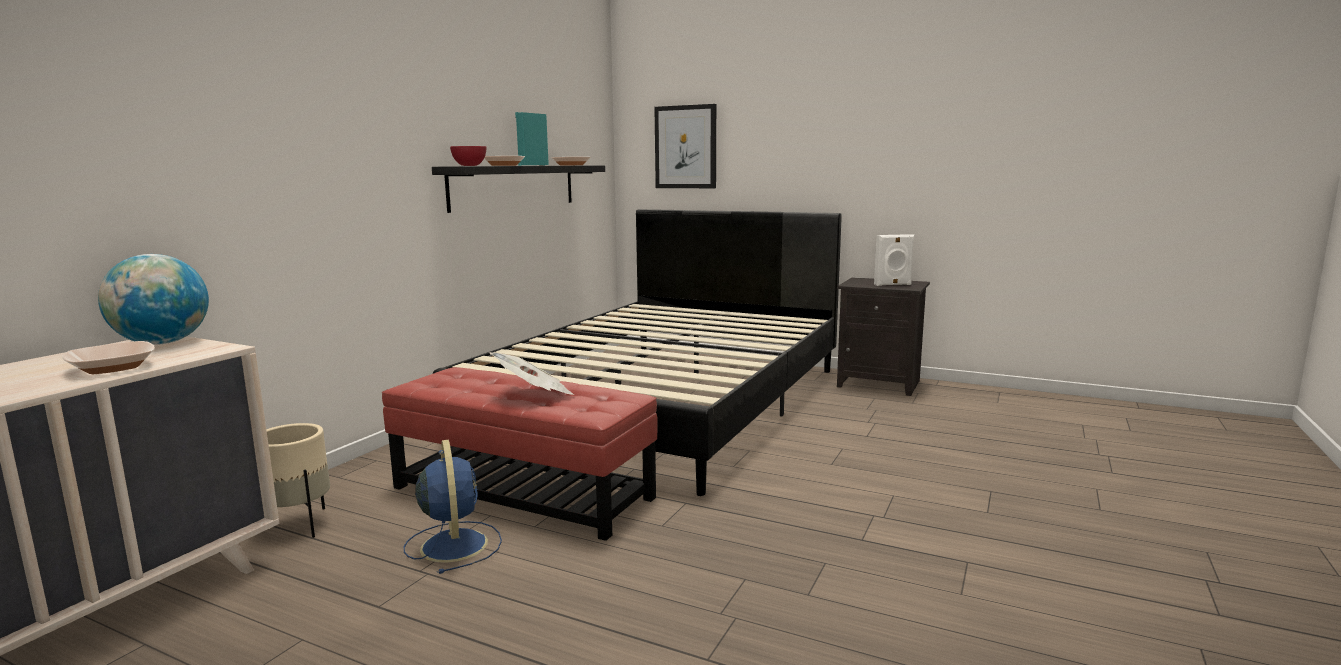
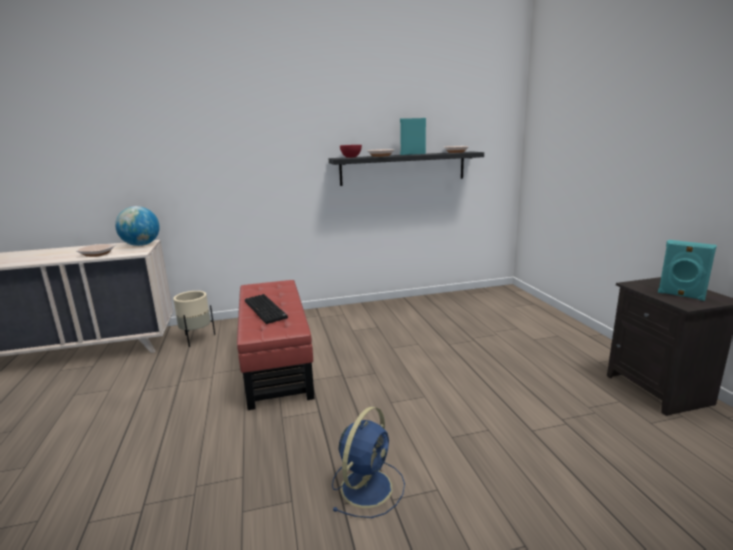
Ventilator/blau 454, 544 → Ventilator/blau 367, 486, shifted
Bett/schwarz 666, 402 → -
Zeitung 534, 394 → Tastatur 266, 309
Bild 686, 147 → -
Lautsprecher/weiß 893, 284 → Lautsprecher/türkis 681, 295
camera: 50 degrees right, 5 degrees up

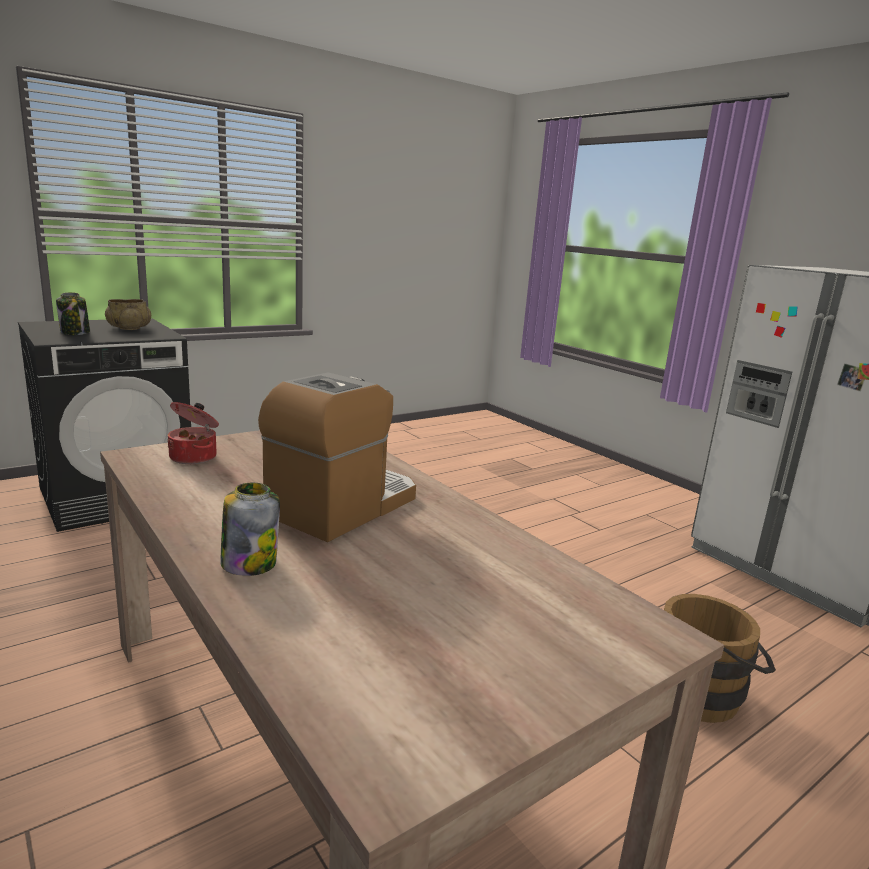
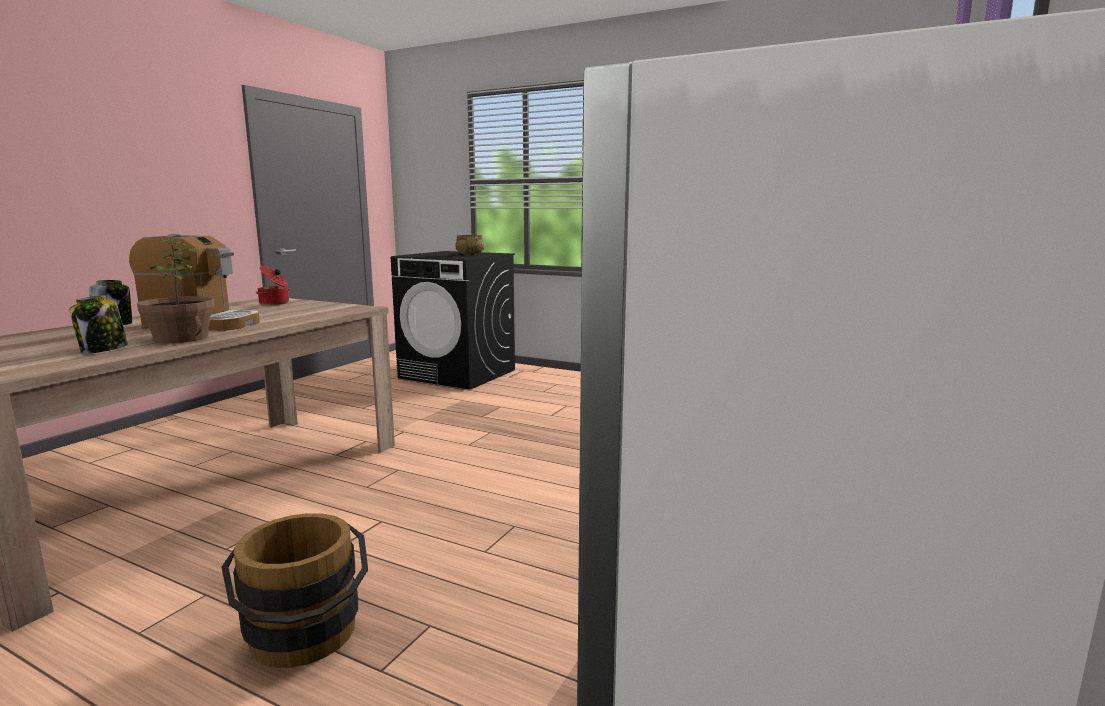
Vorratsglas 75, 333 → Vorratsglas 103, 350, shifted
- → Topfpflanze 180, 338
camera: 65 degrees right, 5 degrees down

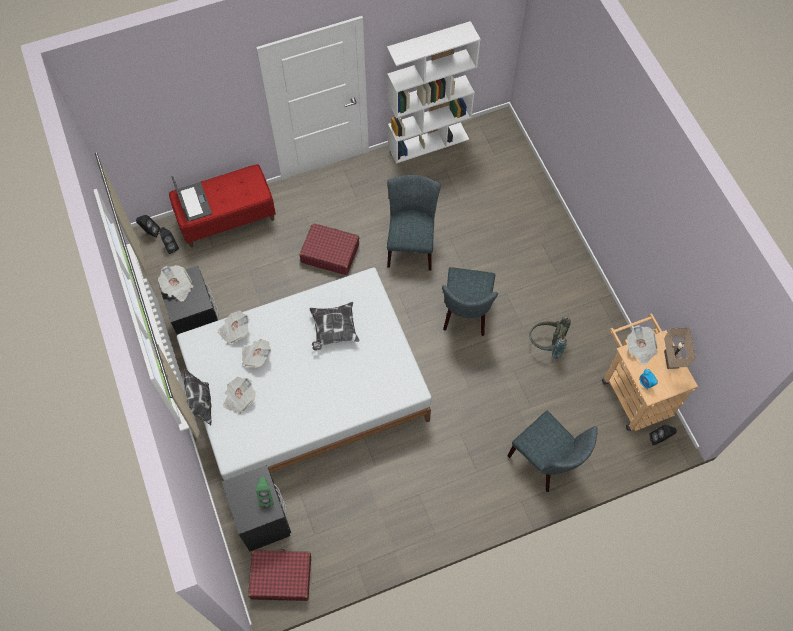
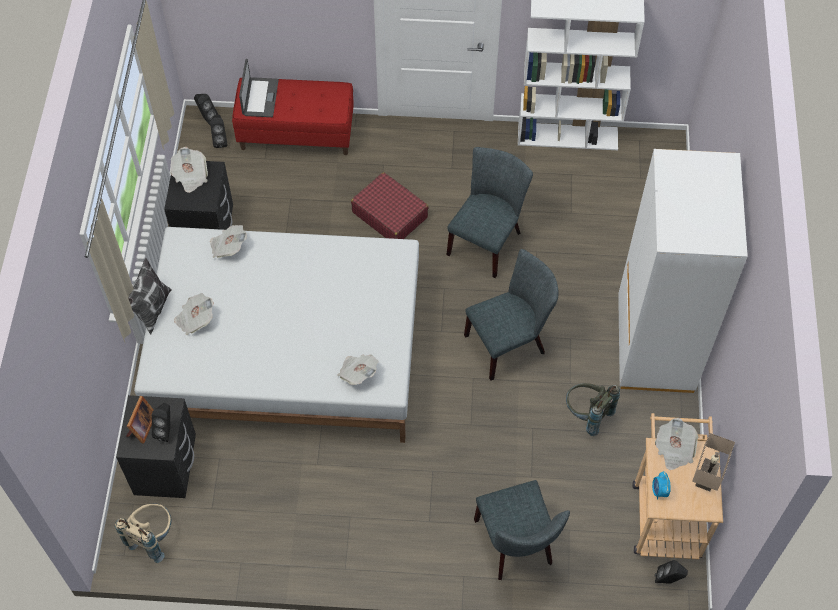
Zeitung 256, 356 → Zeitung 358, 373, shifted
Koffer/rot 281, 577 → Rucksack/beige 152, 537
Lautsprecher/grün 266, 496 → Lautsprecher/schwarz 166, 430
Kissen 333, 330 → -
Stuhl/grau 466, 314 → Stuhl/grau 509, 343, 150 degrees counterclockwise
- → Bilderrahmen 141, 427
- → Kleiderschrank/weiß 654, 346
camera: 25 degrees right, 5 degrees down

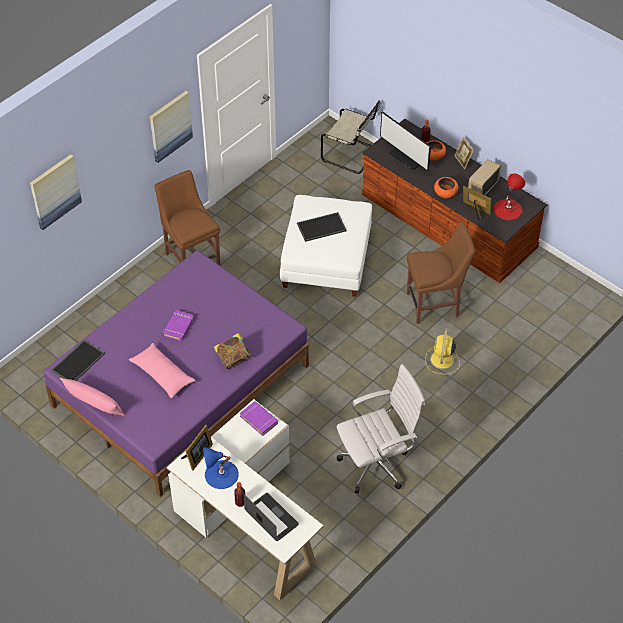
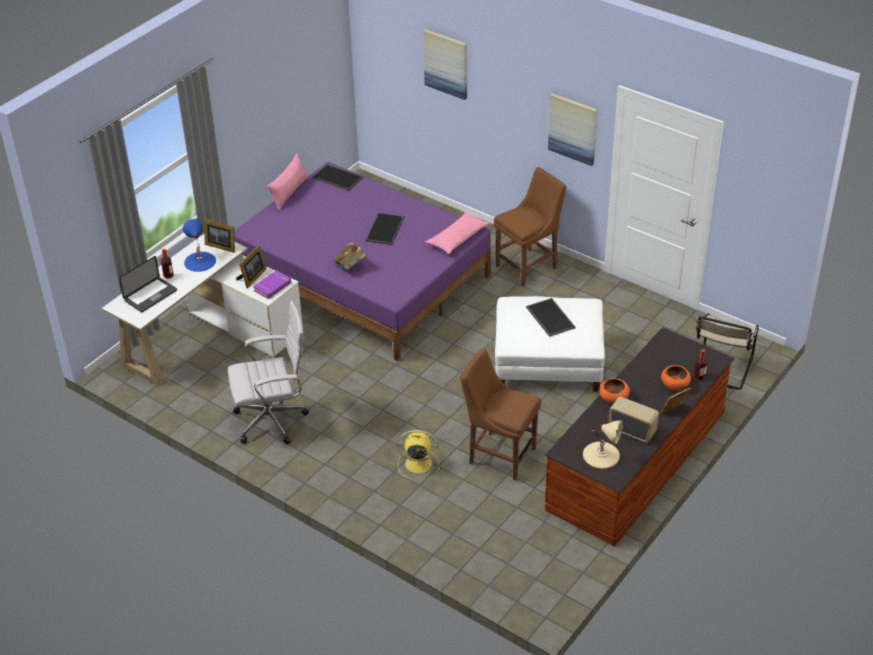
Kissen/rosa 162, 374 → Kissen/rosa 457, 238, shifted
Buch/lila 179, 327 → Tablett 385, 229
Bürostuhl/weiß 377, 464 → Bürostuhl/weiß 274, 420, 75 degrees counterclockwise
Monitor 406, 158 → -
Stuhl/braun 435, 304 → Stuhl/braun 499, 454, 135 degrees clockwise
Bilderrahmen 475, 210 → Bilderrahmen 252, 277, shifted
Tischlampe/rot 508, 209 → Tischlampe/beige 601, 454
camera: 85 degrees right, 10 degrees down

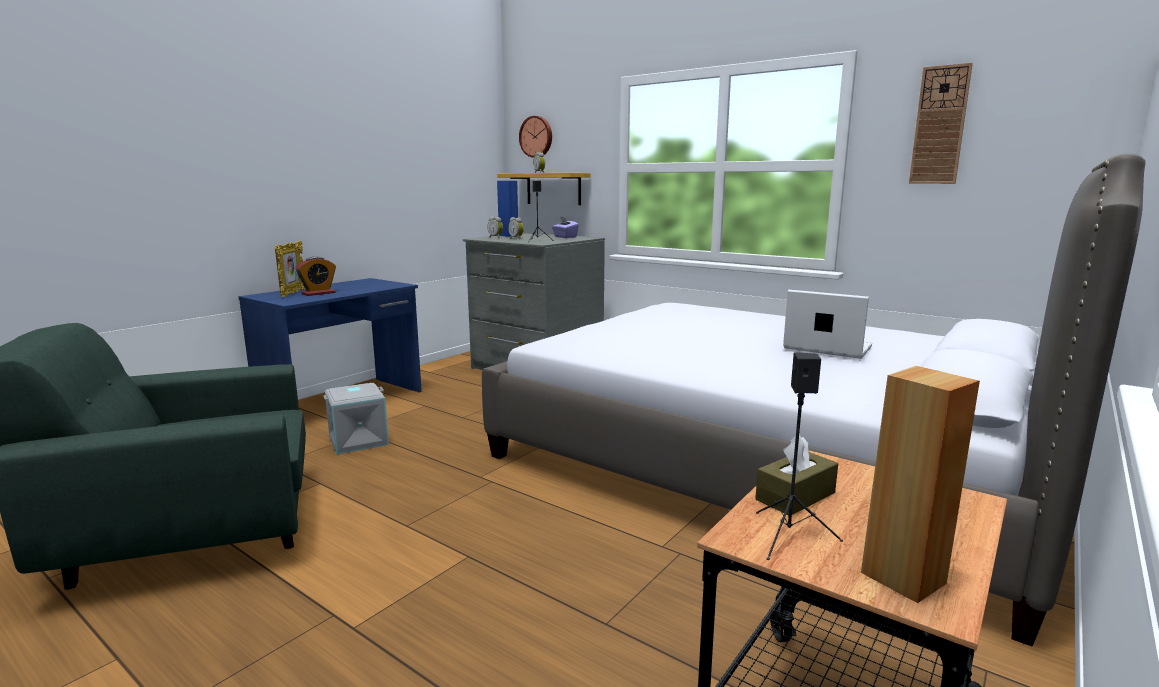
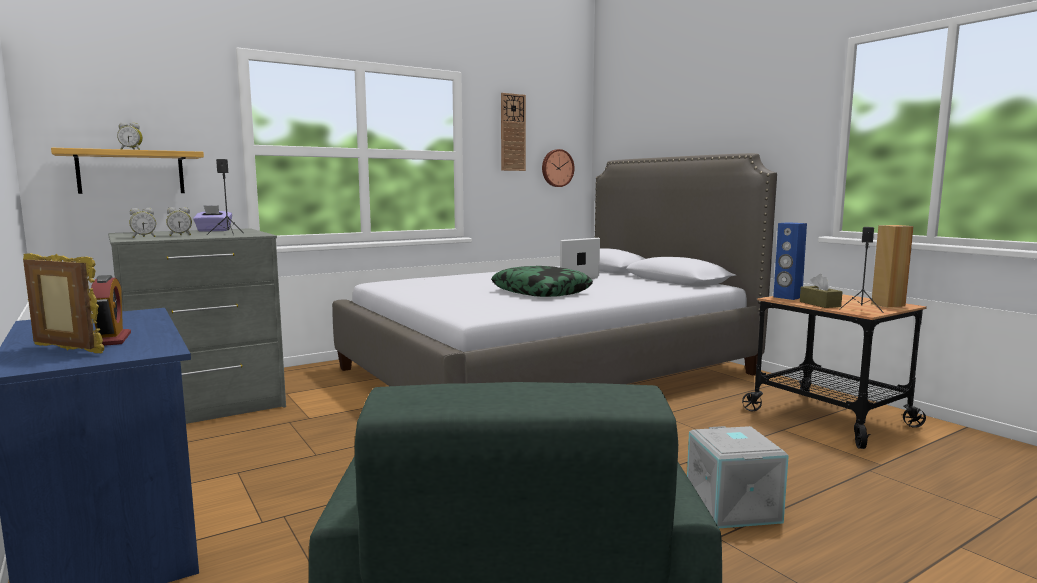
Aufbewahrungsbox/grau 358, 441 → Aufbewahrungsbox/grau 734, 508, shifted
Lautsprecher/blau 508, 235 → Lautsprecher/blau 787, 297, shifted
Wanduhr 536, 137 → Wanduhr 557, 168, shifted
- → Kissen 541, 292
camera: 70 degrees left, 5 degrees down

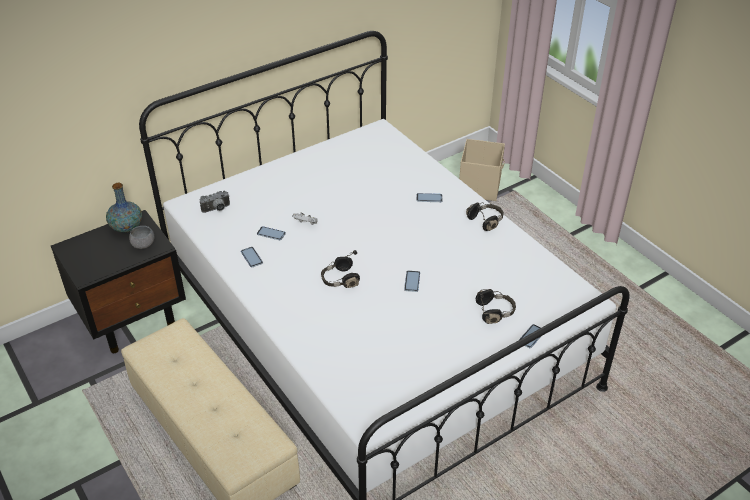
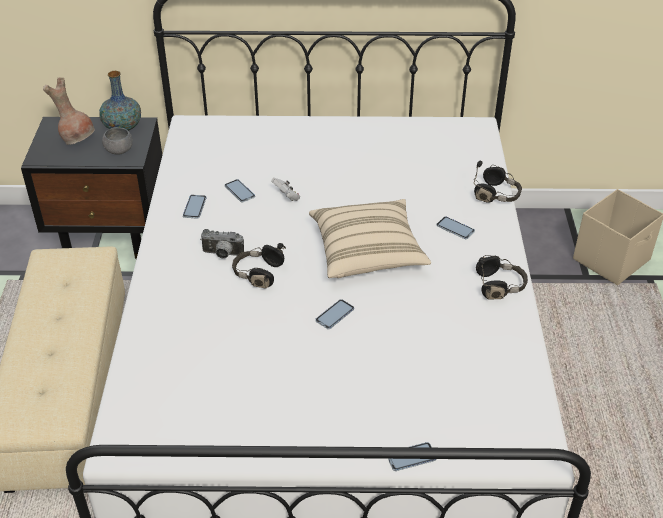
Kamera 217, 209 → Kamera 222, 255, shifted
Kopfhörer/schwarz 494, 312 → Kopfhörer/schwarz 497, 195, shifted
- → Vase/braun 77, 139
- → Kissen/beige 367, 253
camera: 35 degrees right, 0 degrees up

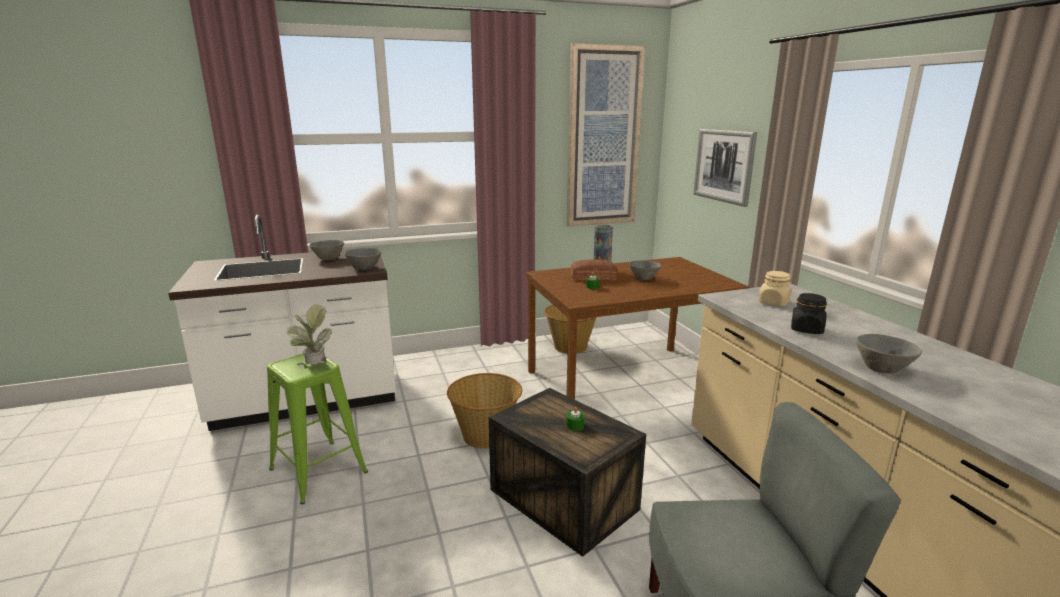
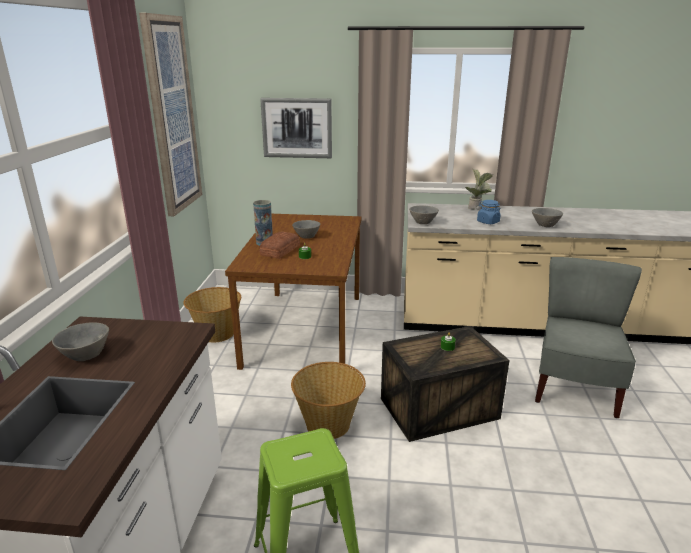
Topfpflanze 313, 367 → Topfpflanze 477, 209, shifted
Schüssel/grau 364, 268 → Schüssel/grau 424, 222, shifted
Vorratsglas/beige 773, 303 → -
Vorratsglas/schwarz 806, 329 → Vorratsglas/blau 487, 222
camera: 65 degrees left, 5 degrees up

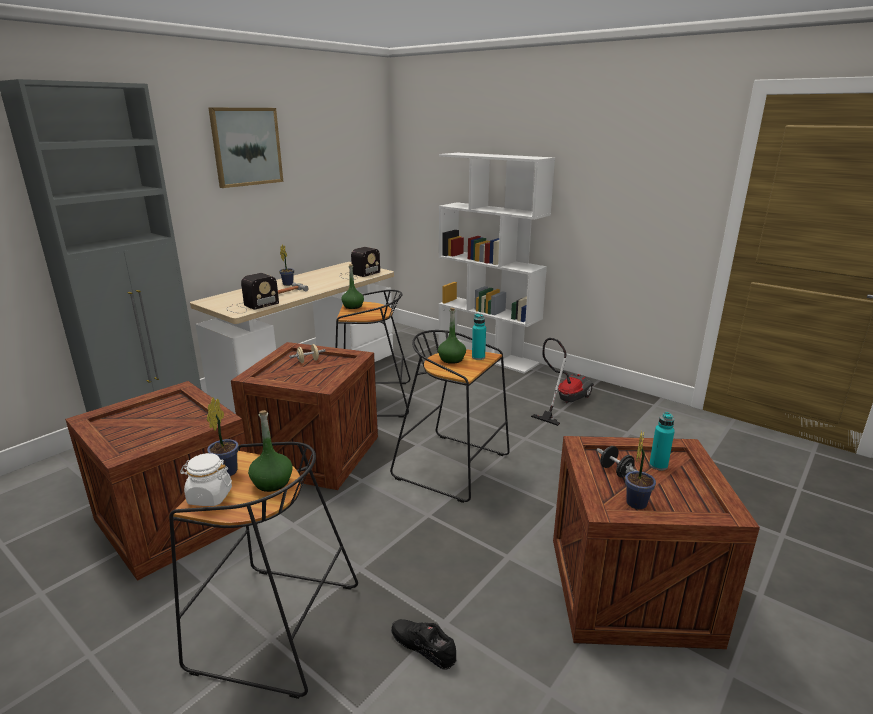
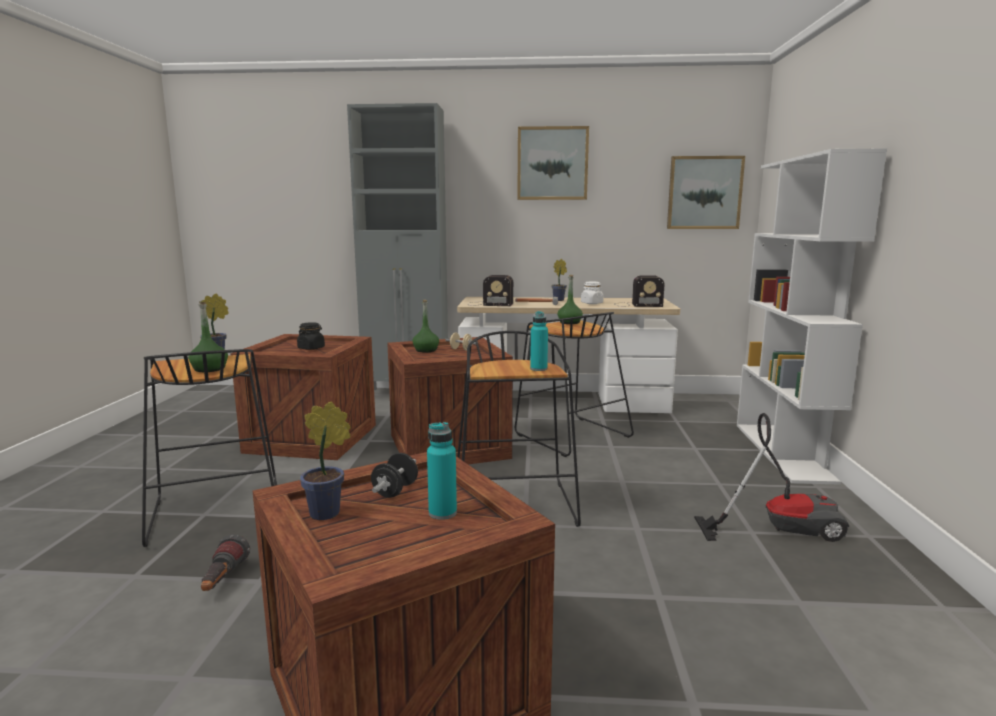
Vorratsglas/weiß 209, 497 → Vorratsglas/weiß 591, 303, shifted
Schuh/schwarz 424, 646 → Taschenlampe 223, 581
Flasche/grün 452, 359 → Flasche/grün 426, 350, shifted
- → Vorratsglas/schwarz 311, 348
- → Bild 704, 193
camera: 55 degrees right, 10 degrees down

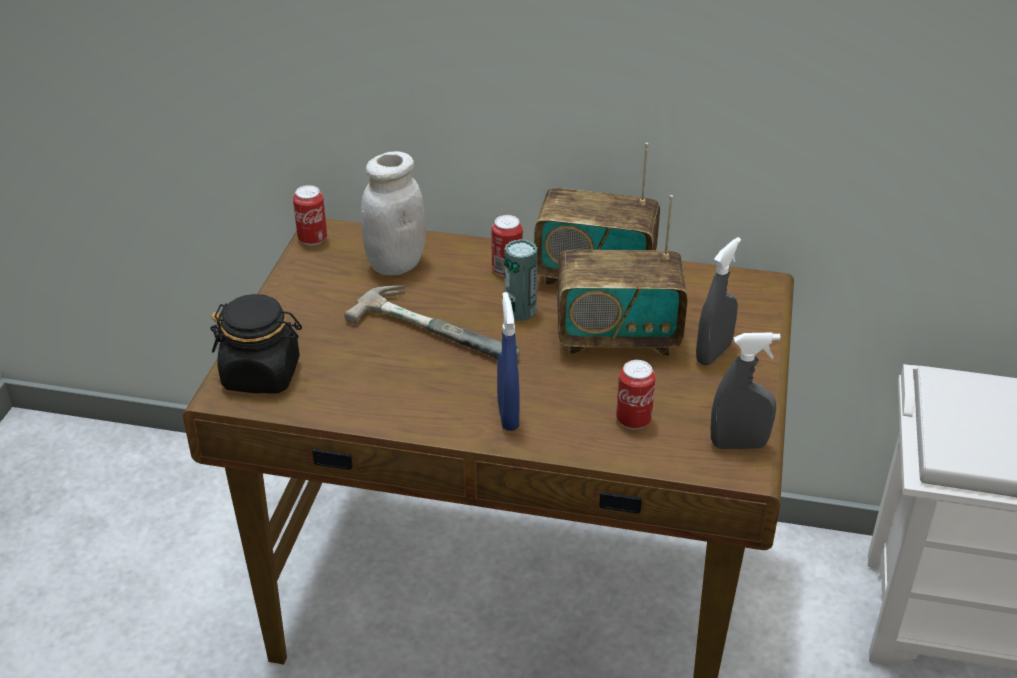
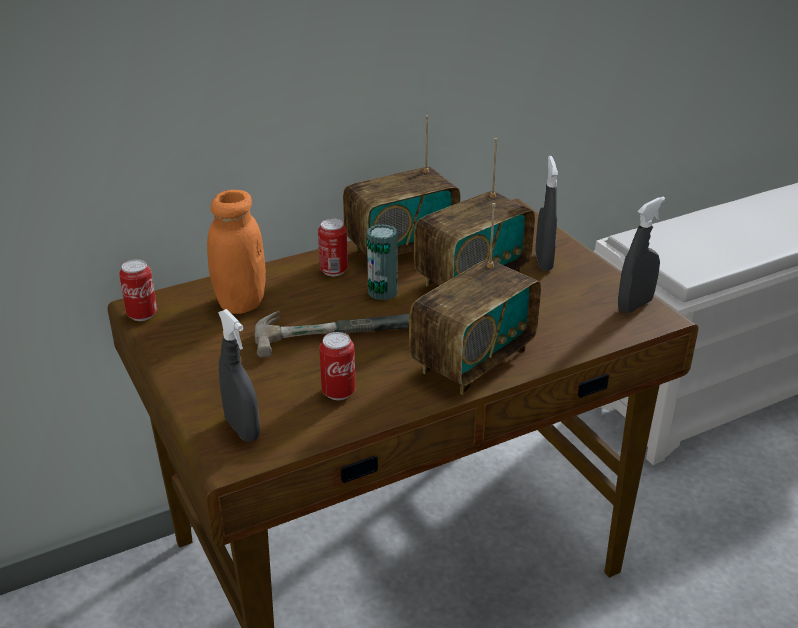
Vorratsglas/schwarz 262, 374 → Sprühflasche/grau 242, 429
Vorratsglas/weiß 395, 264 → Vorratsglas/orange 241, 302
Sprühflasche/blau 508, 415 → Radio 473, 360
Dose 633, 420 → Dose 338, 392, shifted
camera: 40 degrees left, 5 degrees down

